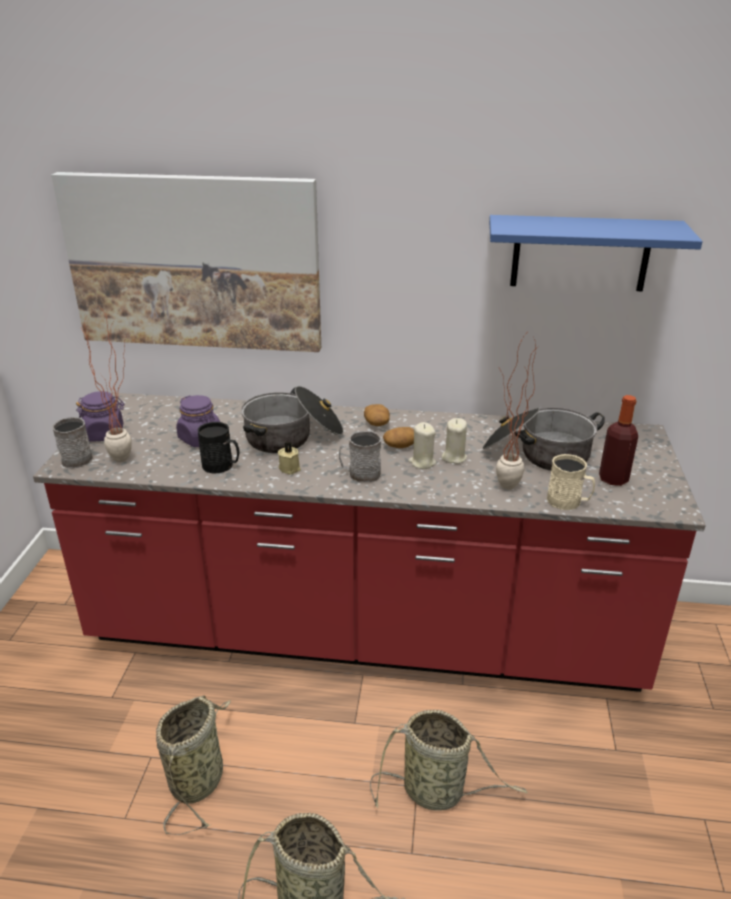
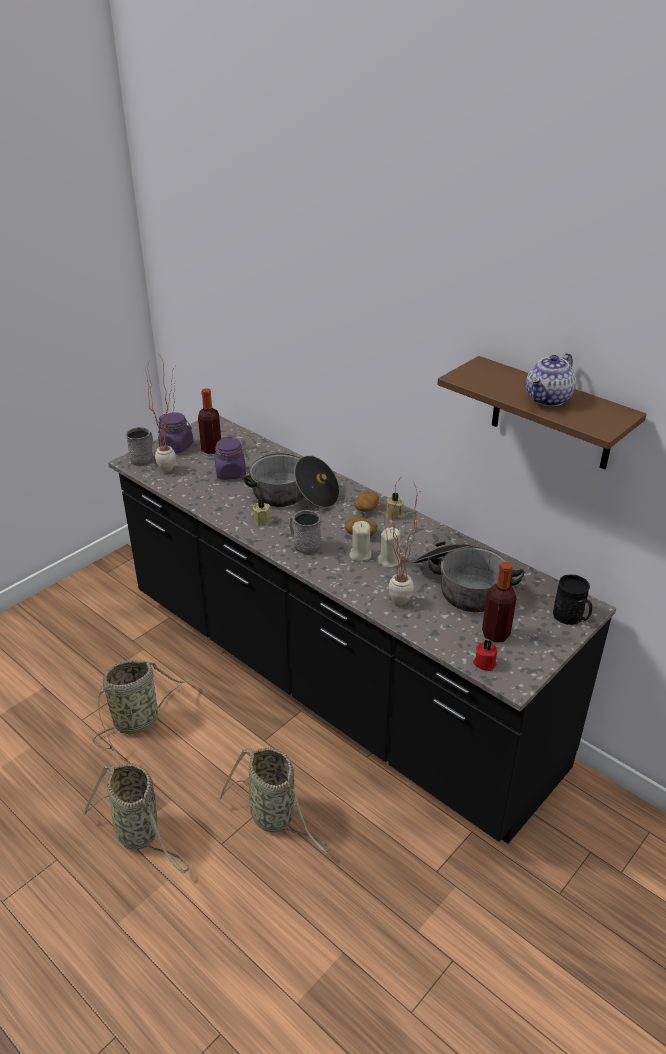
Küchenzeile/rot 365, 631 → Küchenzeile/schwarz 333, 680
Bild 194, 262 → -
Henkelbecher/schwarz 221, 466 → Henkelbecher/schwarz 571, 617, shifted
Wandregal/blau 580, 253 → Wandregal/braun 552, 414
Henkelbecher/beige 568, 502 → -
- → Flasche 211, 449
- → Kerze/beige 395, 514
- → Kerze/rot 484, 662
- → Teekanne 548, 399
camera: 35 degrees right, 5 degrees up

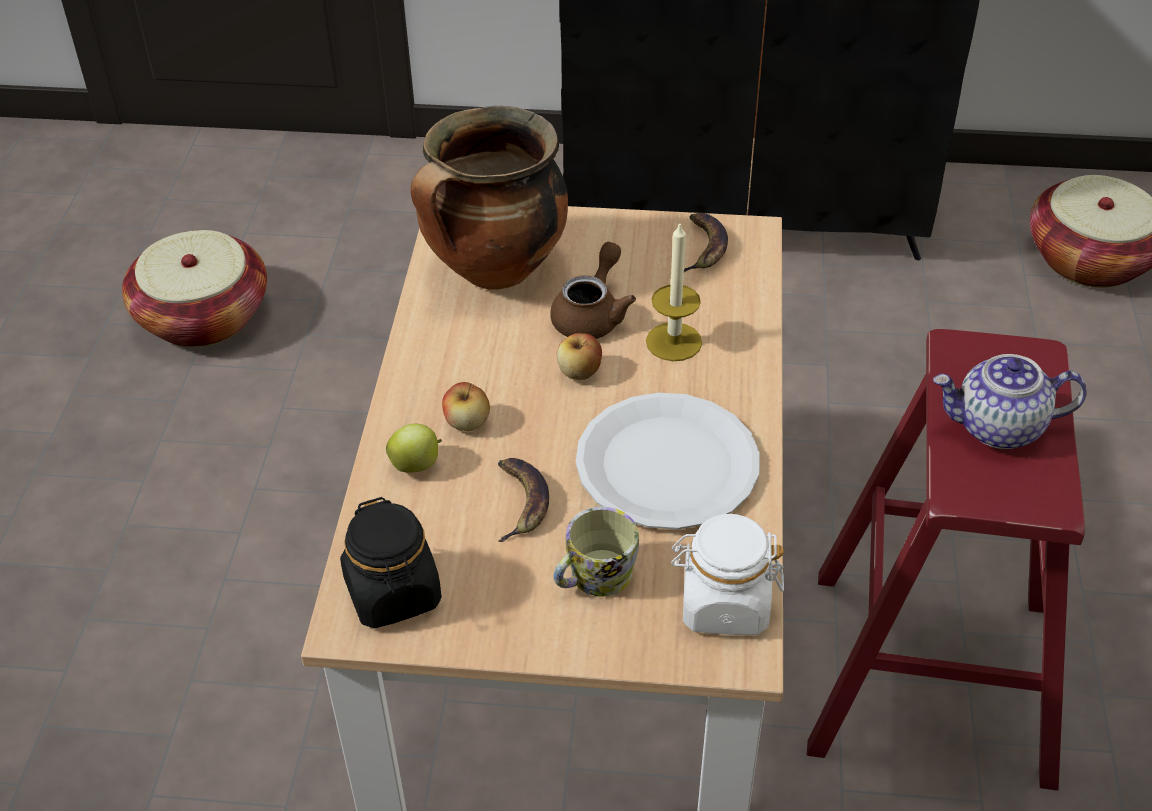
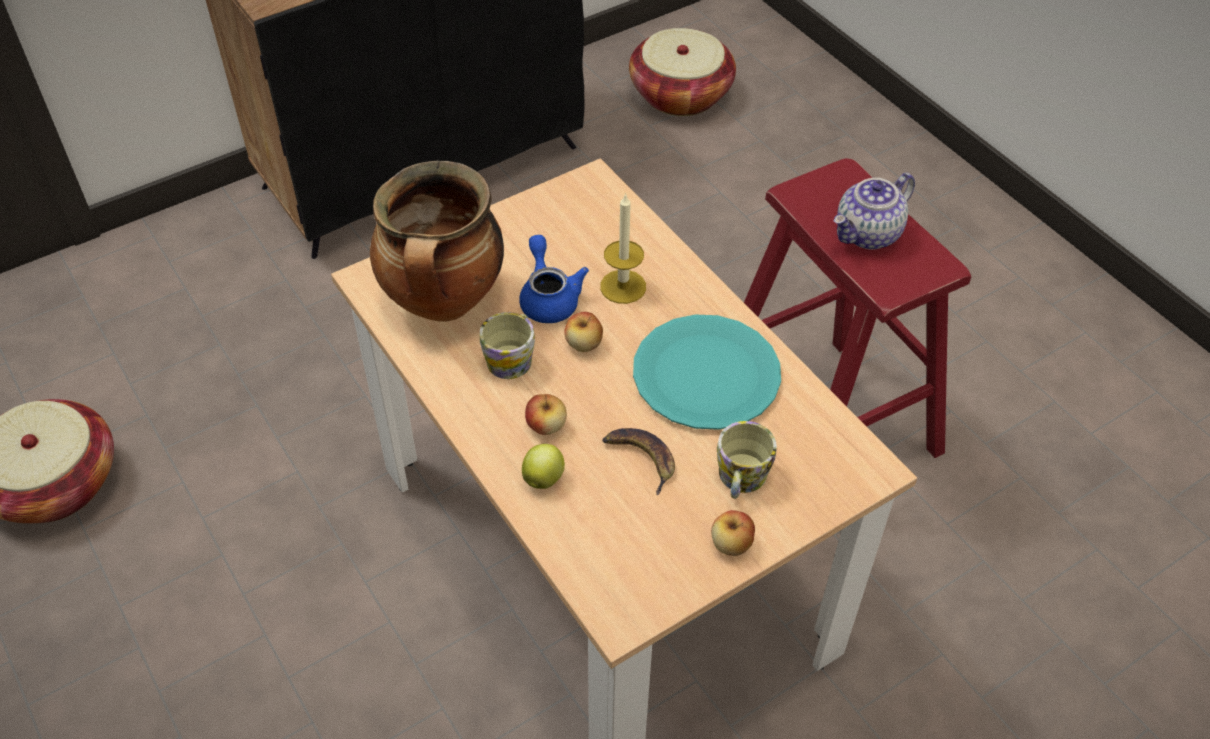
Vorratsglas/schwarz 393, 593 → -
Teekanne/braun 592, 315 → Teekanne/blau 549, 297
Teller/weiß 666, 464 → Teller/türkis 706, 375
Vorratsglas/weiß 724, 604 → -
Banane 703, 246 → -
- → Henkelbecher 512, 357
- → Apfel 731, 544
camera: 40 degrees left, 5 degrees up

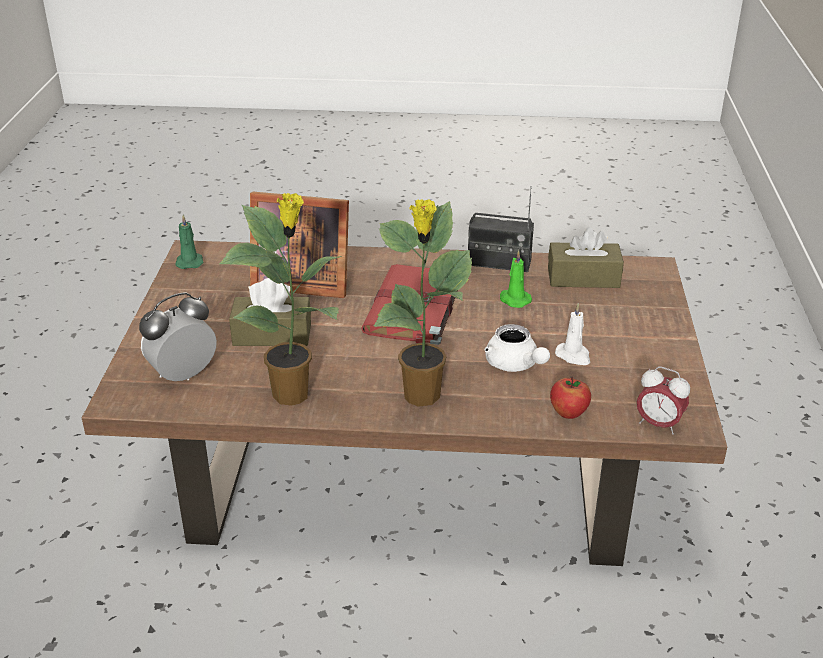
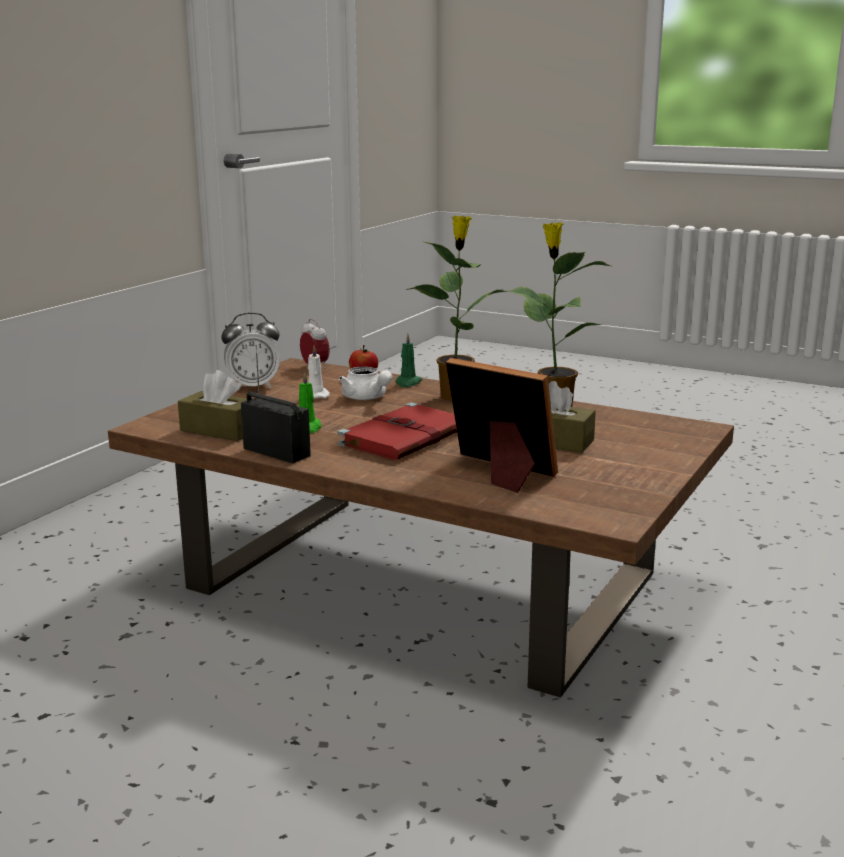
Wecker 183, 375 → Wecker 253, 386, shifted
Kerze/grün 189, 262 → Kerze/grün 407, 383, shifted
Teekanne/weiß 515, 365 → Teekanne/weiß 366, 398, 150 degrees clockwise
camera: 155 degrees left, 15 degrees down

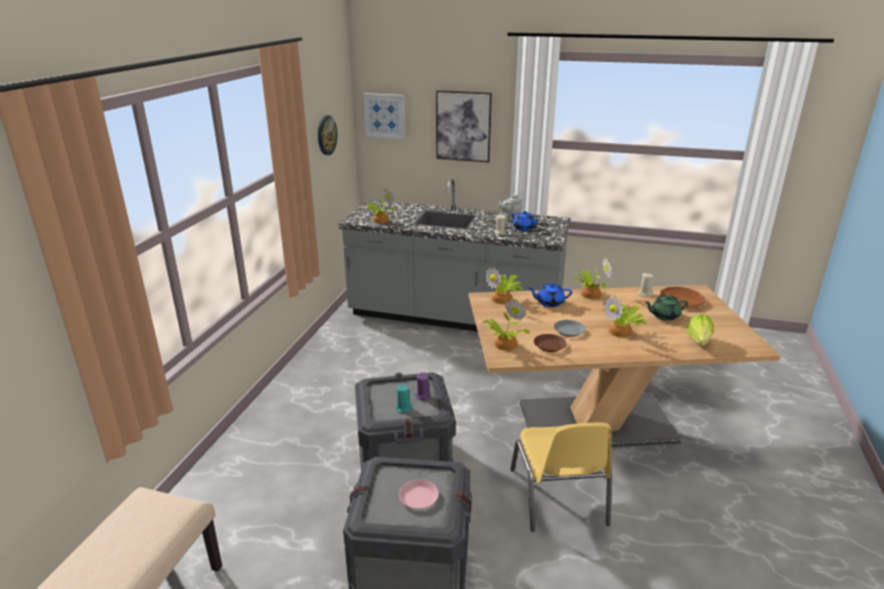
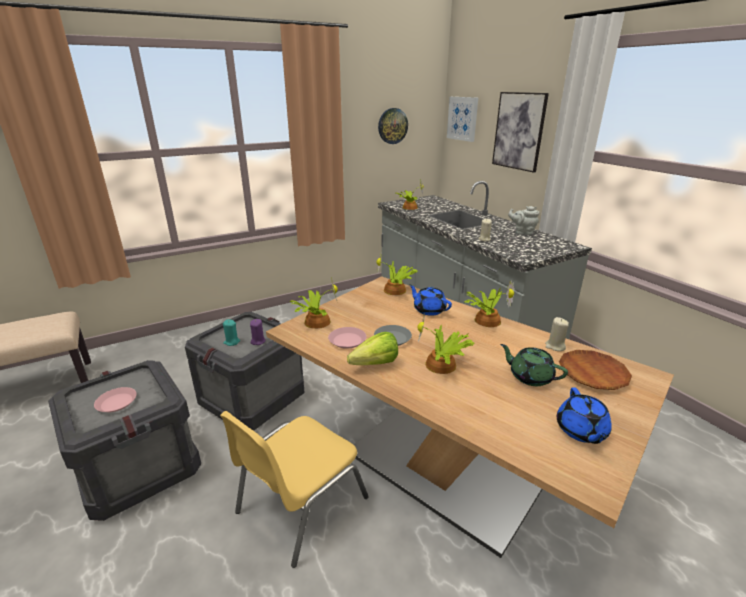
Teekanne/blau 524, 228 → Teekanne/blau 581, 431, shifted
Teller/braun 549, 345 → Teller/rosa 347, 341
Salatkopf 698, 343 → Salatkopf 371, 365, shifted
camera: 45 degrees right, 0 degrees up

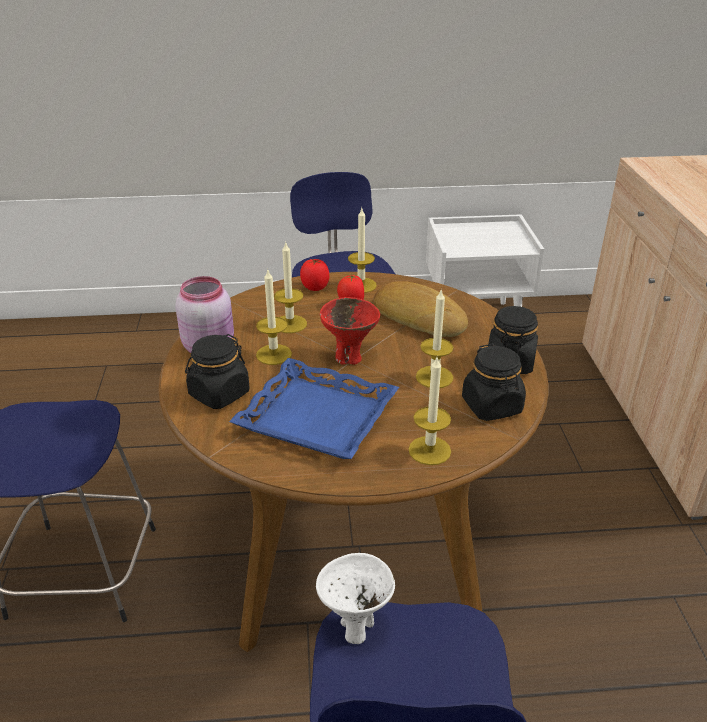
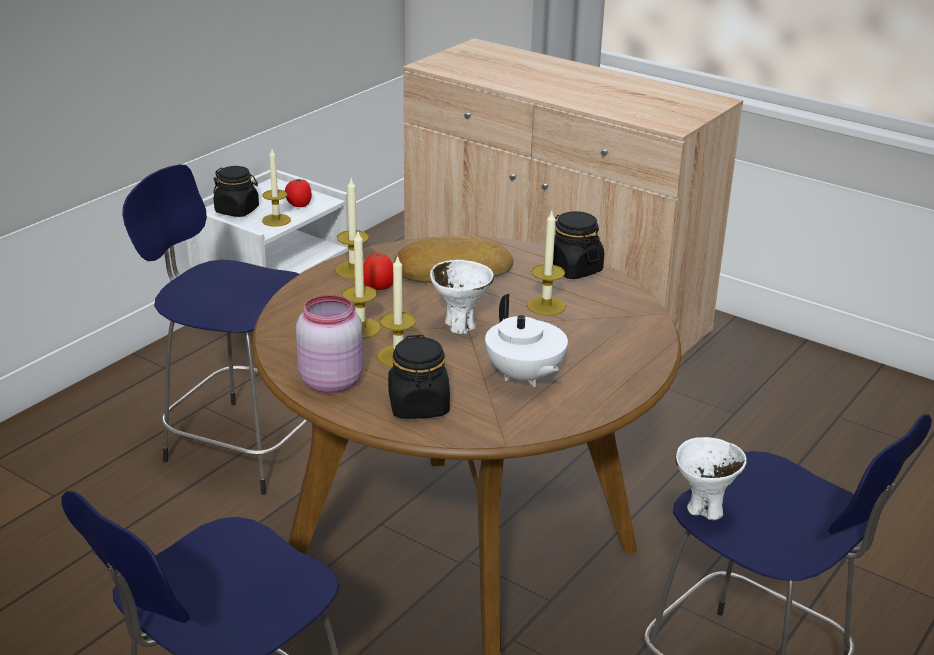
Tablett/blau 316, 418 → Teekanne/weiß 524, 377
Tomate 315, 287 → Tomate 299, 205, shifted
Schüssel/rot 349, 357 → Schüssel/weiß 460, 326
Kerze 429, 450 → Kerze 276, 220, shifted
Vorratsglas/schwarz 492, 406 → Vorratsglas/schwarz 237, 210, shifted
camera: 50 degrees left, 5 degrees down

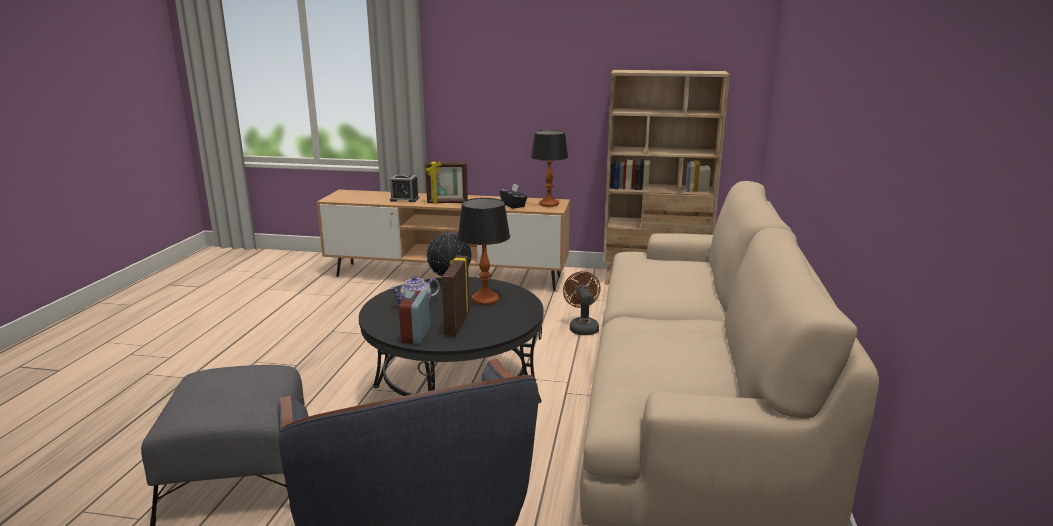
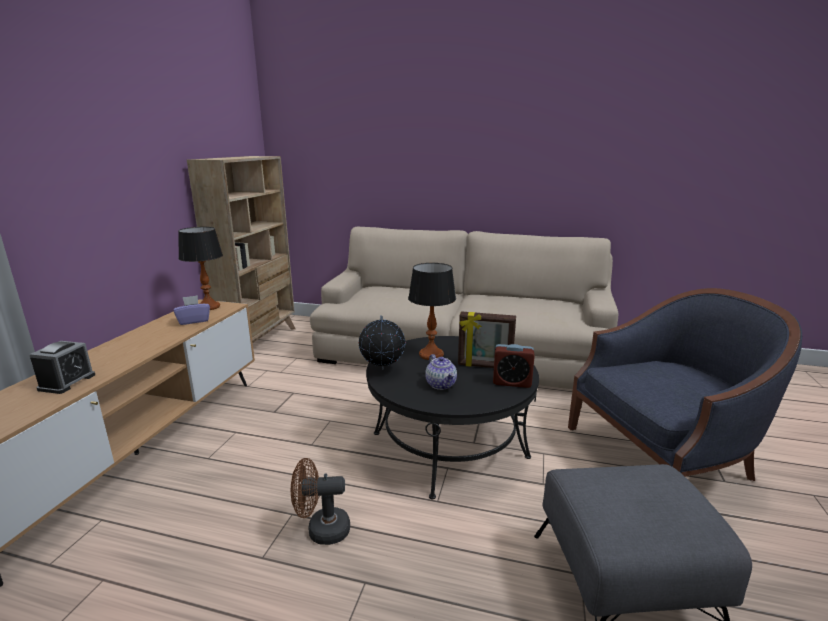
Bilderrahmen 447, 203 → -
Taschentuchbox/schwarz 513, 205 → Taschentuchbox/lila 194, 321
Ventilator/braun 582, 327 → Ventilator/braun 321, 530, shifted
camera: 85 degrees left, 0 degrees up

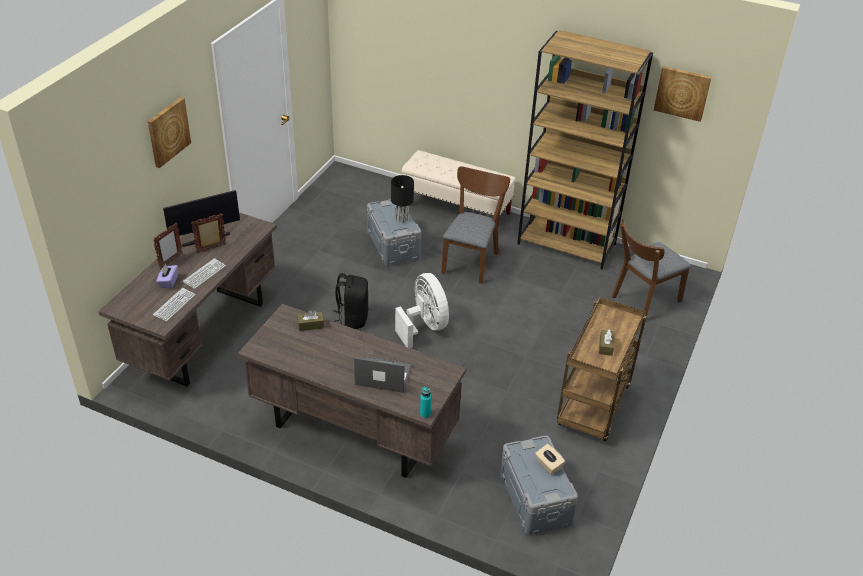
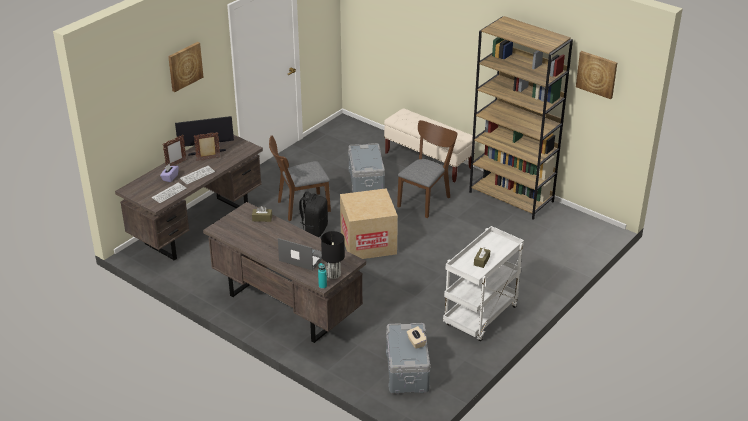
Tischlampe/schwarz 401, 218 → Tischlampe/schwarz 333, 274, shifted
Ventilator/weiß 424, 327 → Karton 368, 243
Rollwagen/braun 594, 408 → Rollwagen/weiß 481, 317
Stuhl/braun 642, 301 → Stuhl/braun 299, 207, shifted
camera: 15 degrees right, 5 degrees down

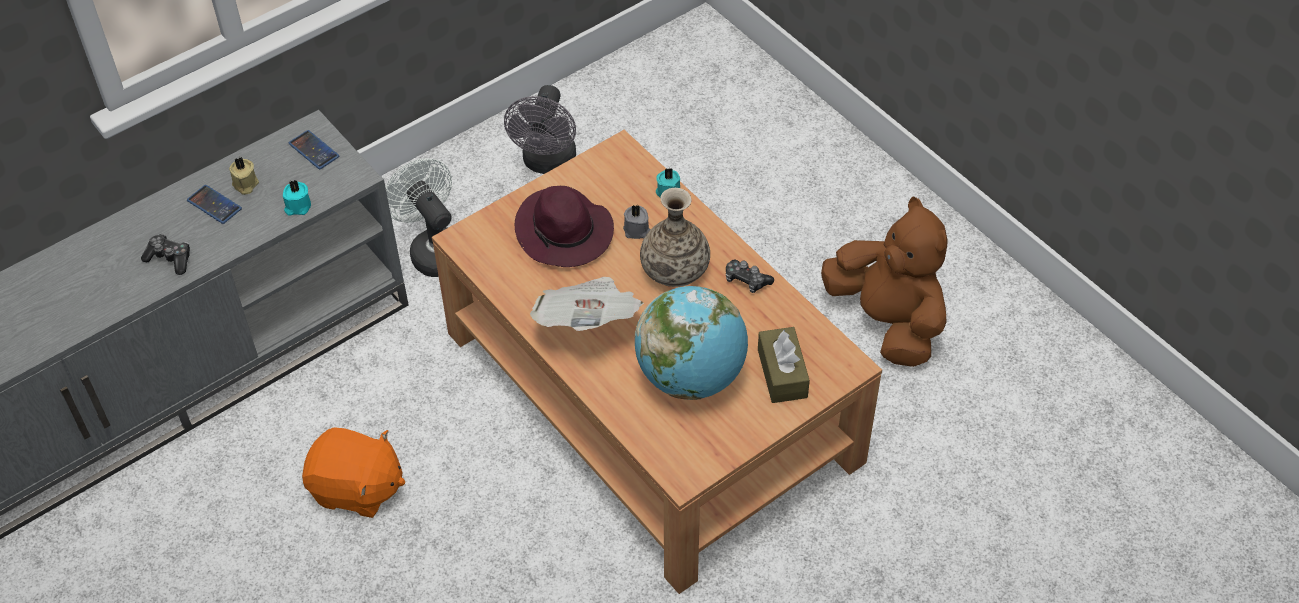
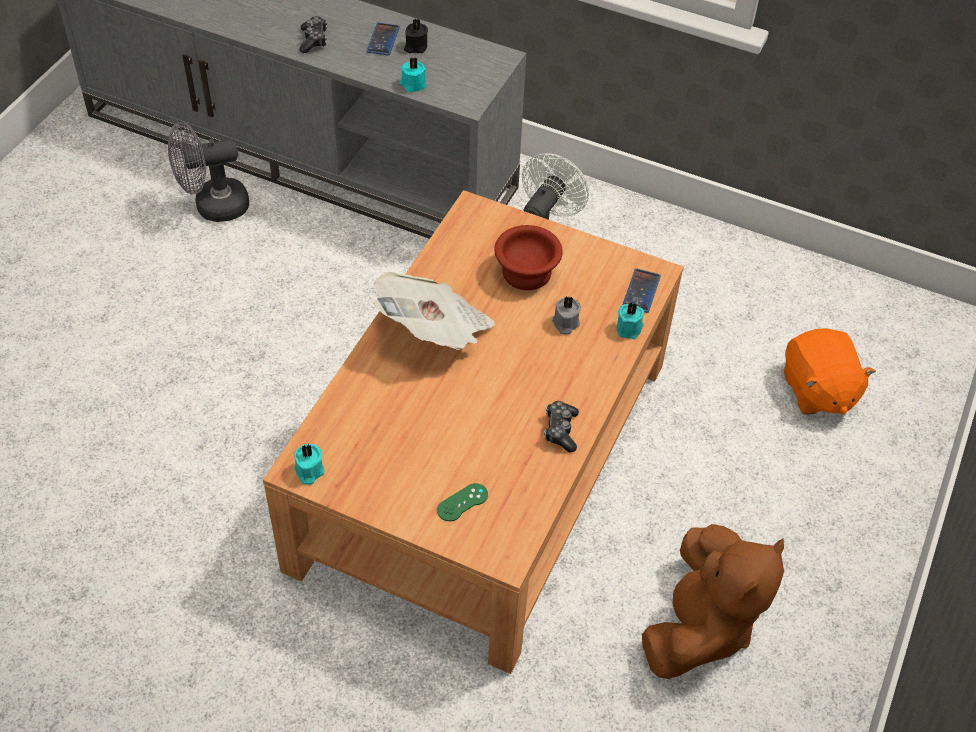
Kerze/beige 245, 184 → Kerze/schwarz 415, 47
Handy 314, 150 → Handy 641, 291, shifted
Plüschtier/orange 357, 489 → Plüschtier/orange 817, 390, shifted
Ventilator/grau 548, 163 → Ventilator/grau 213, 206, shifted
Hut/lila 565, 233 → Schüssel/braun 527, 274
Globus 691, 376 → -
Vase 675, 269 → -
Taschentuchbox/braun 782, 373 → Gamepad/grün 462, 502
- → Kerze/türkis 308, 471
camera: 60 degrees right, 0 degrees up

